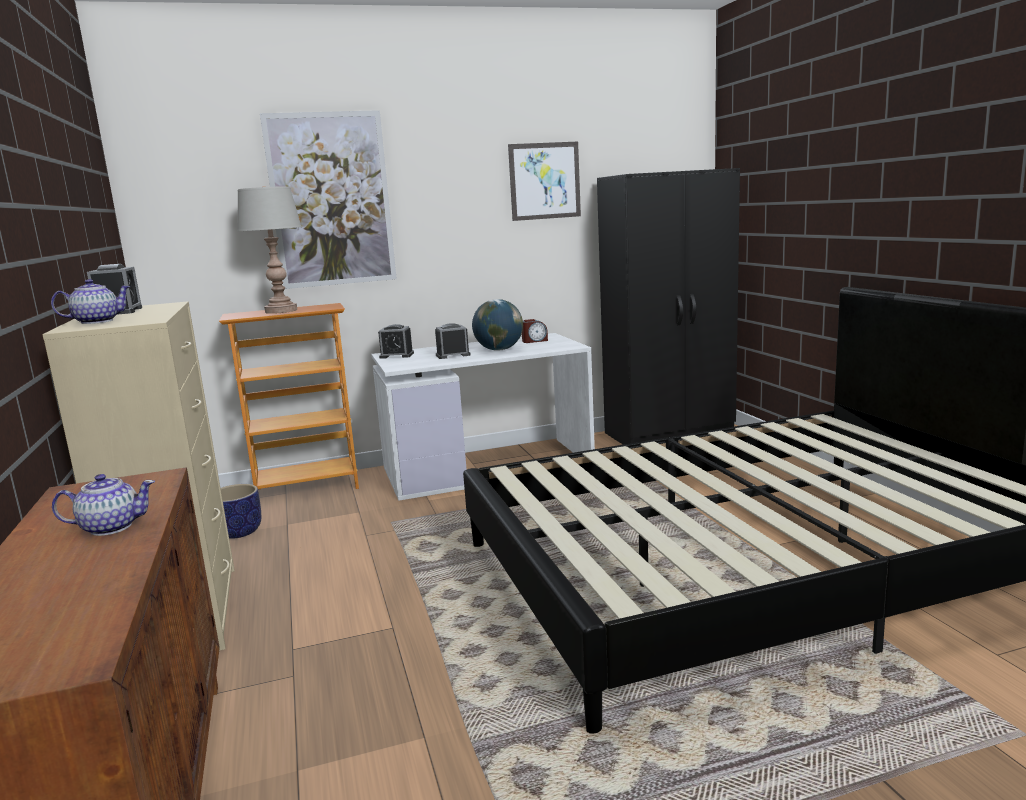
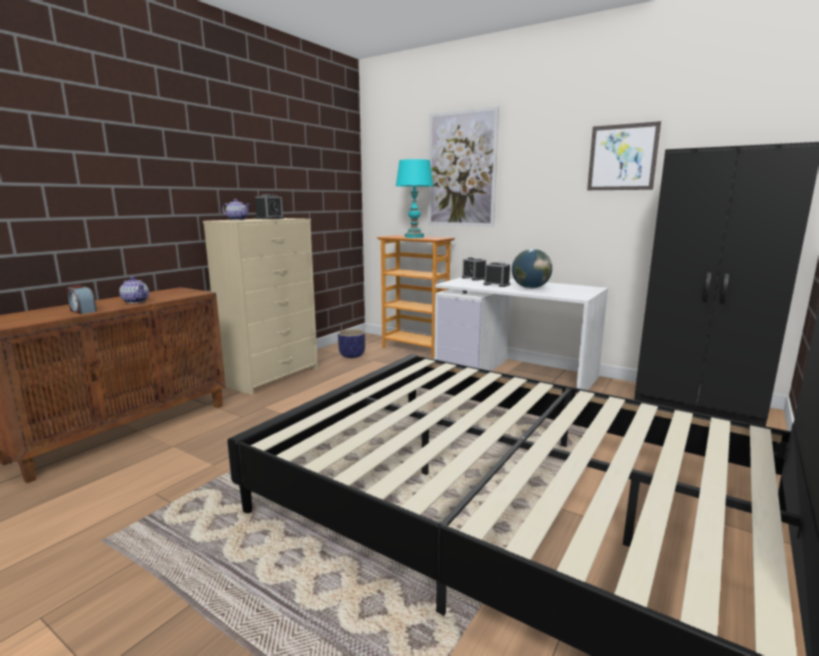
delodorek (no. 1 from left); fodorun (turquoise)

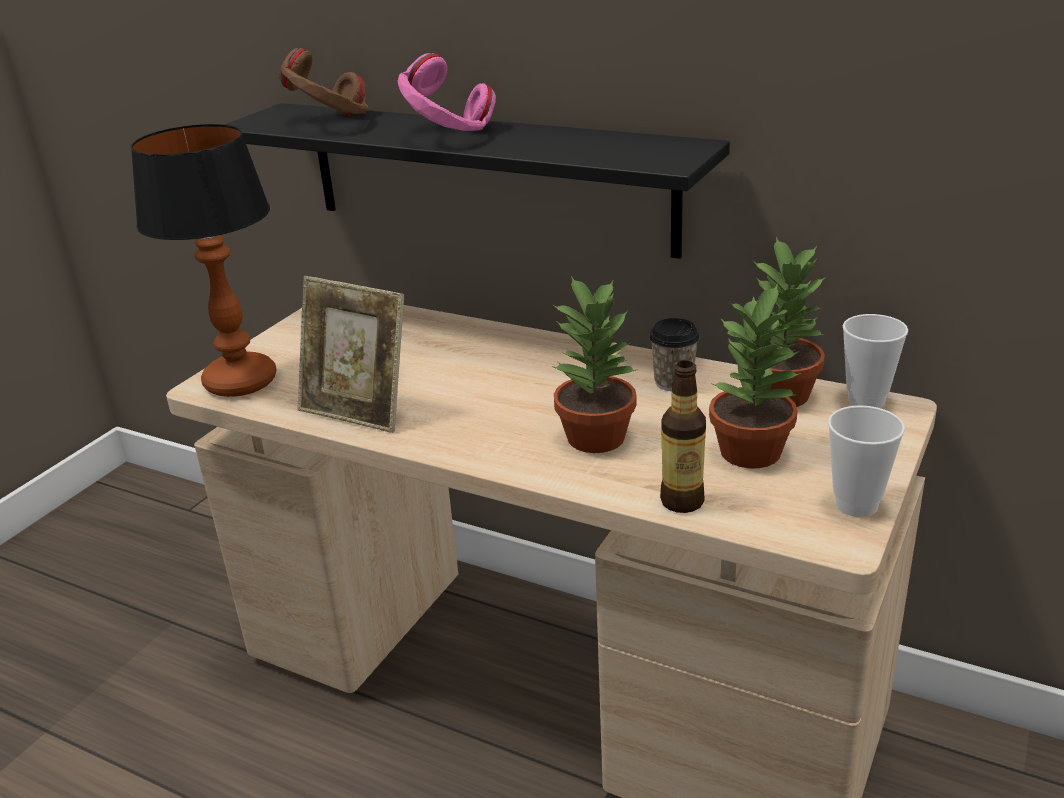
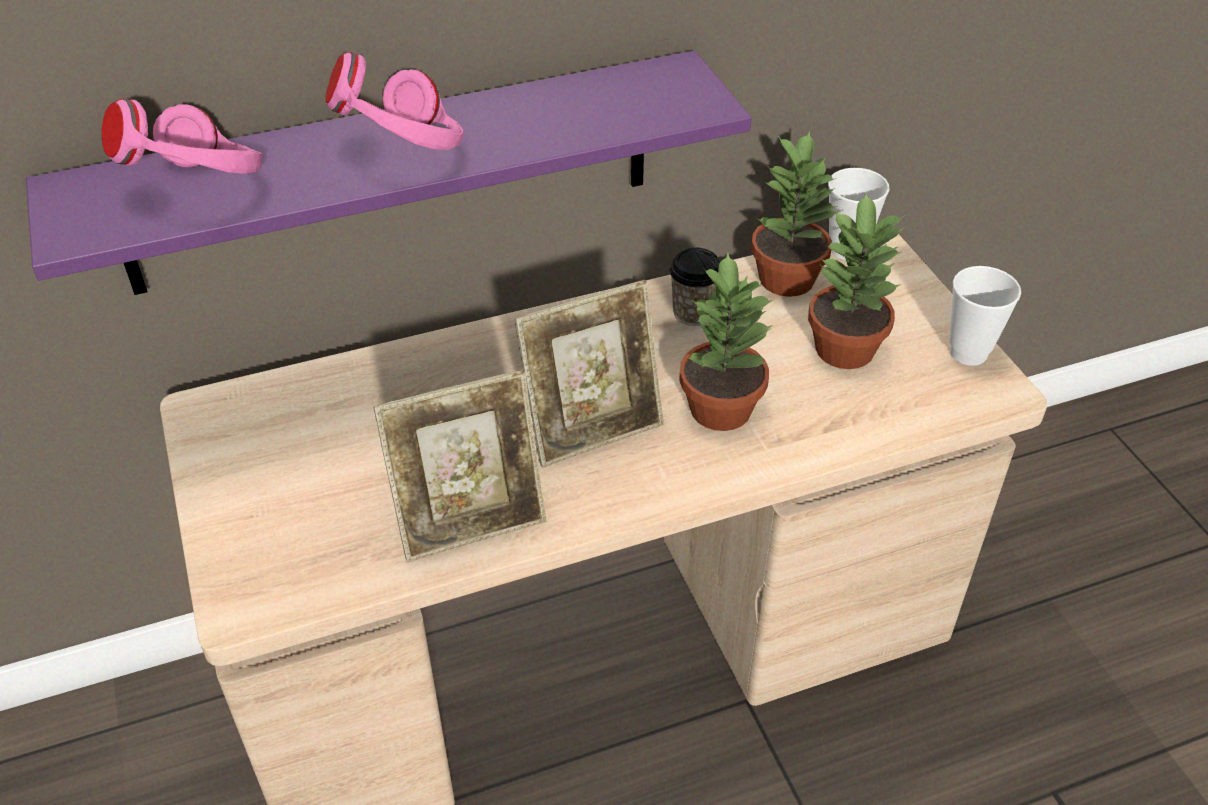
fodorun; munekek; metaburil (no. 2 from left); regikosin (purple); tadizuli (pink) (no. 1 from left)

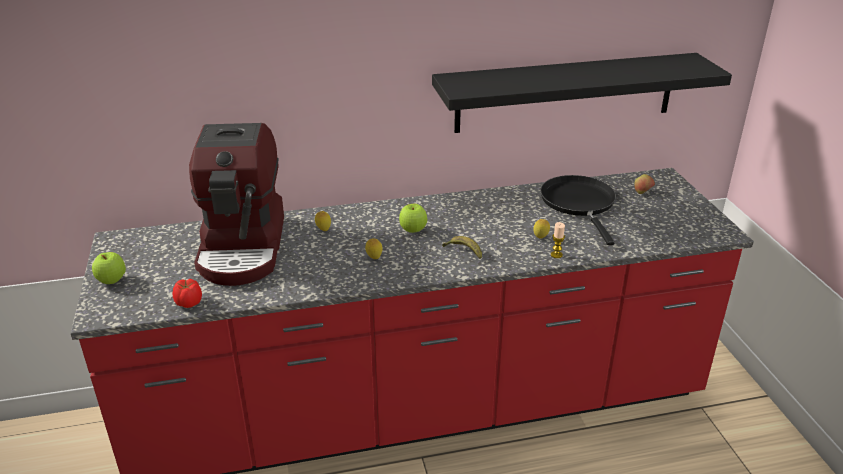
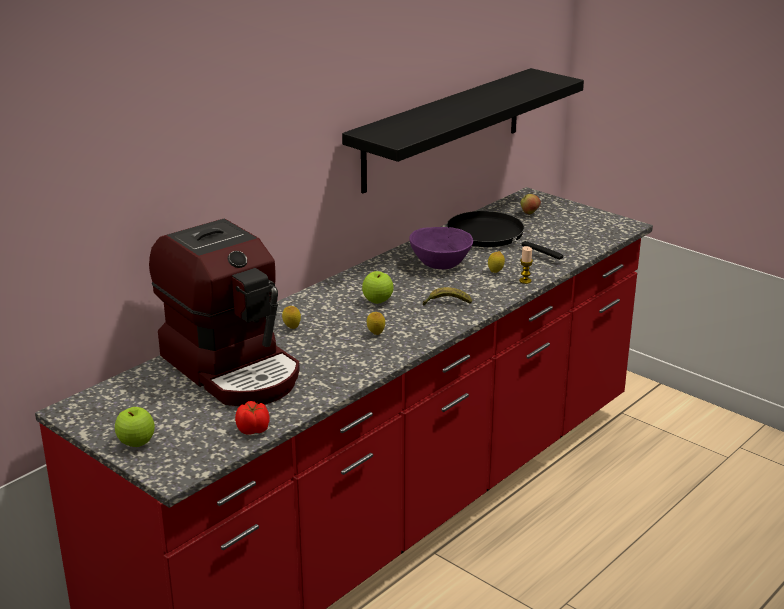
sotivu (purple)

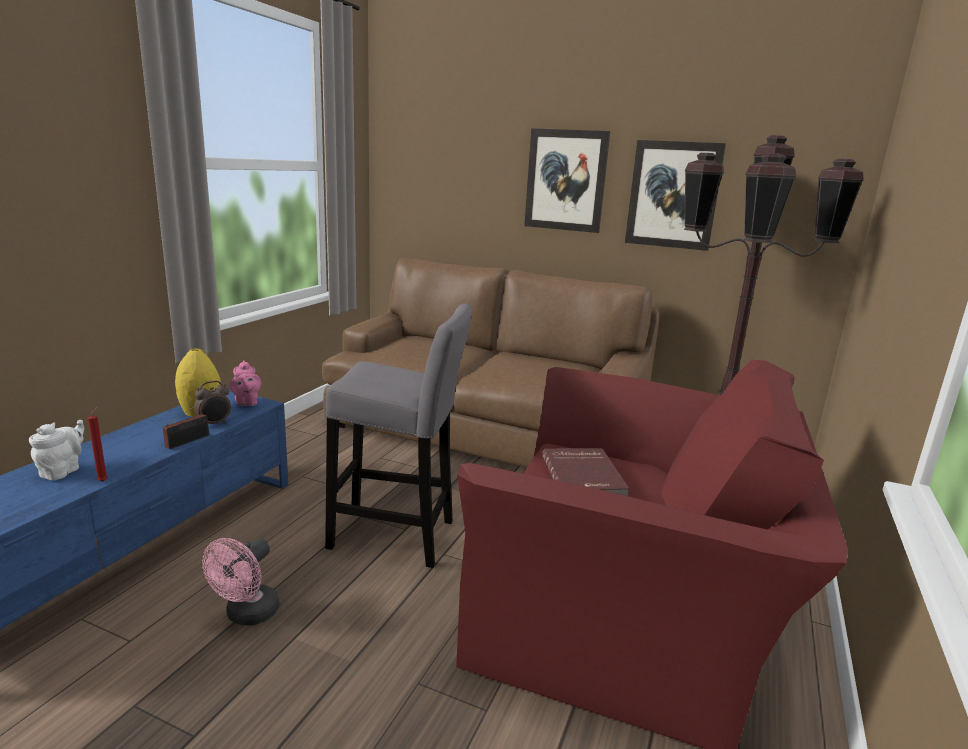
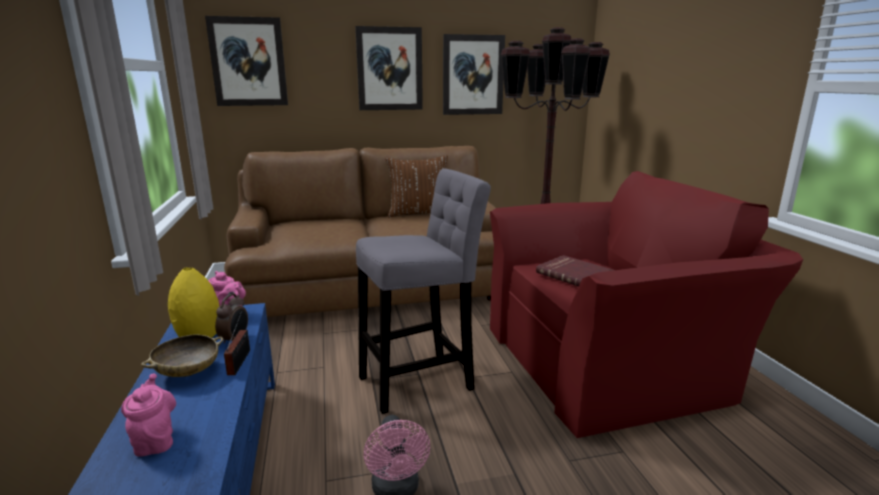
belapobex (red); sotivu (beige); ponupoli (no. 1 from left); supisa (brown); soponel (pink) (no. 1 from left)

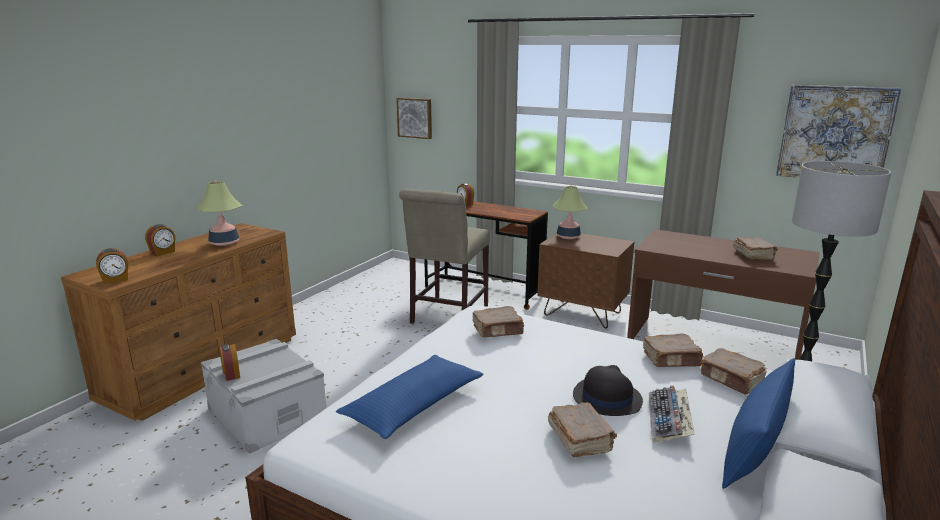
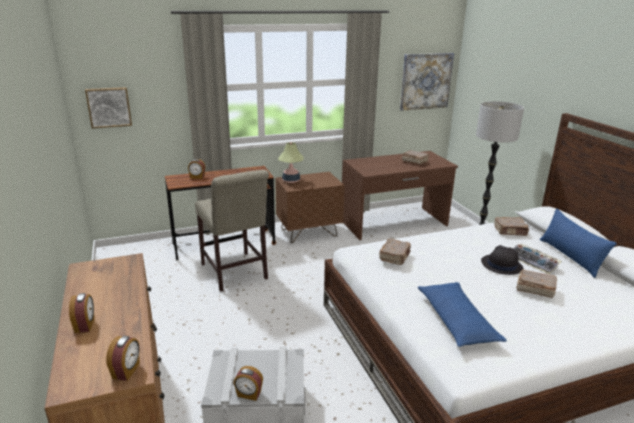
fodorun (no. 1 from left in the first image); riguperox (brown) (no. 3 from left in the first image)

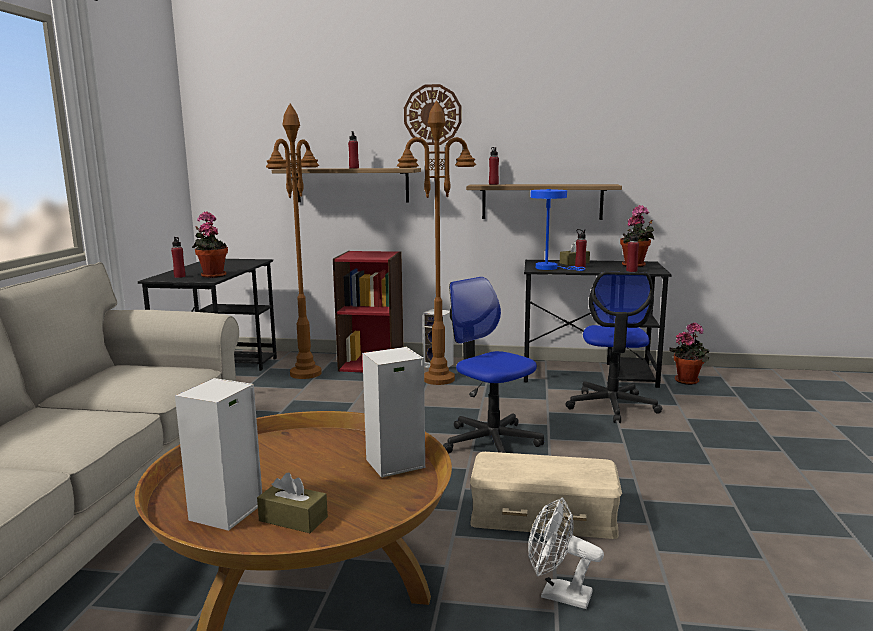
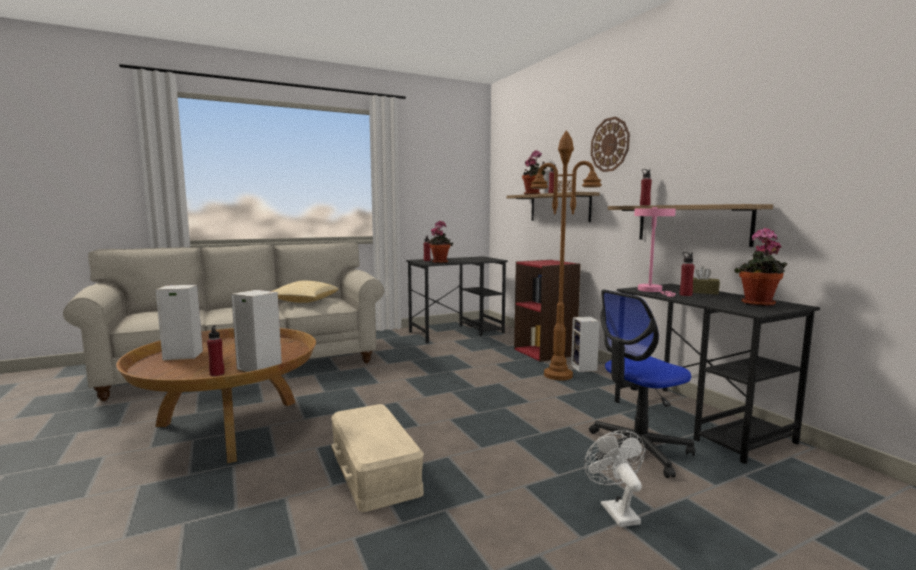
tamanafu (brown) (no. 1 from left in the first image); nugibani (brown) (no. 1 from left in the first image); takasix (no. 1 from left in the first image); supisa; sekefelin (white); munekek (red) (no. 1 from left); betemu (no. 2 from left); fodorun (pink)

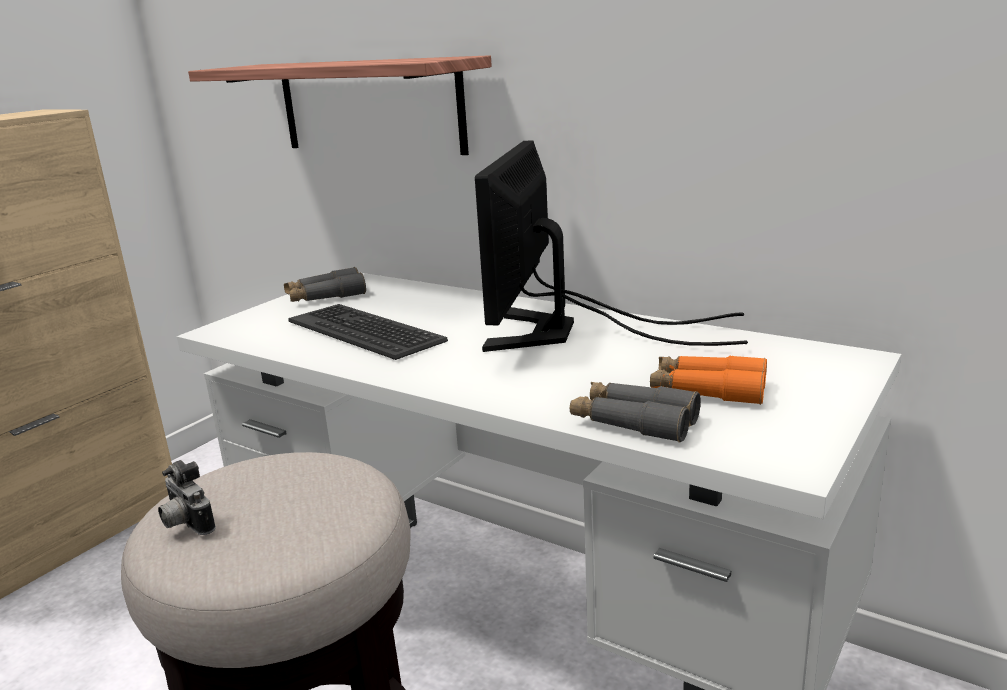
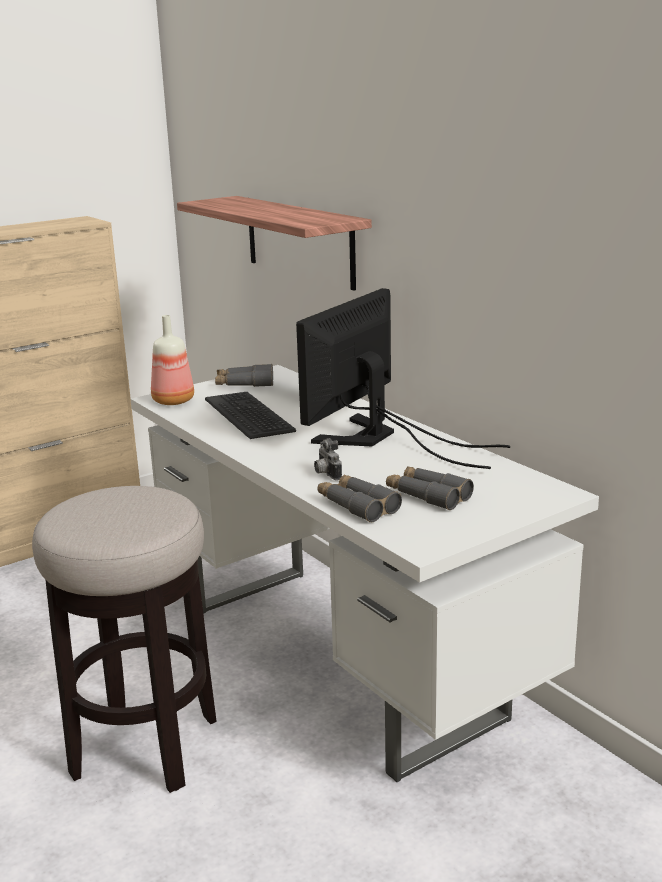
munekek; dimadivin; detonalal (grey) (no. 3 from left)

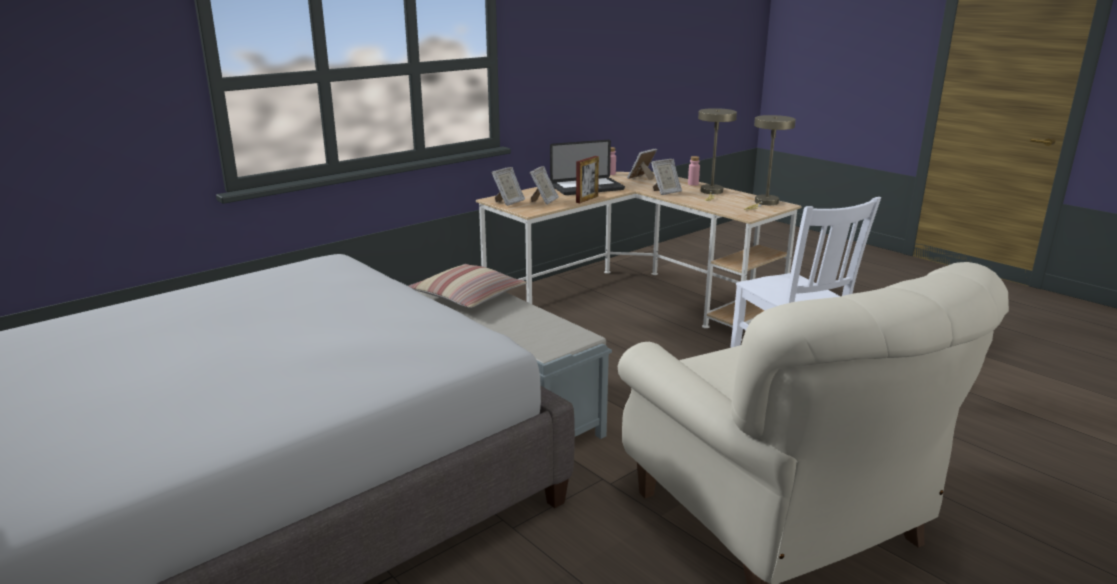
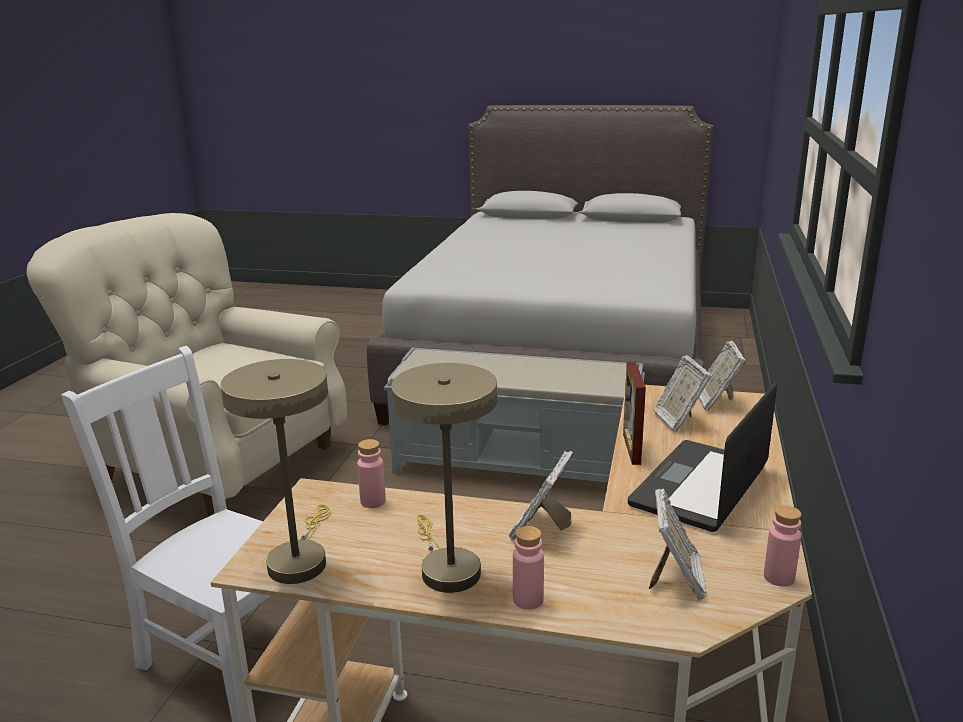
supisa; munekek (pink) (no. 1 from left)

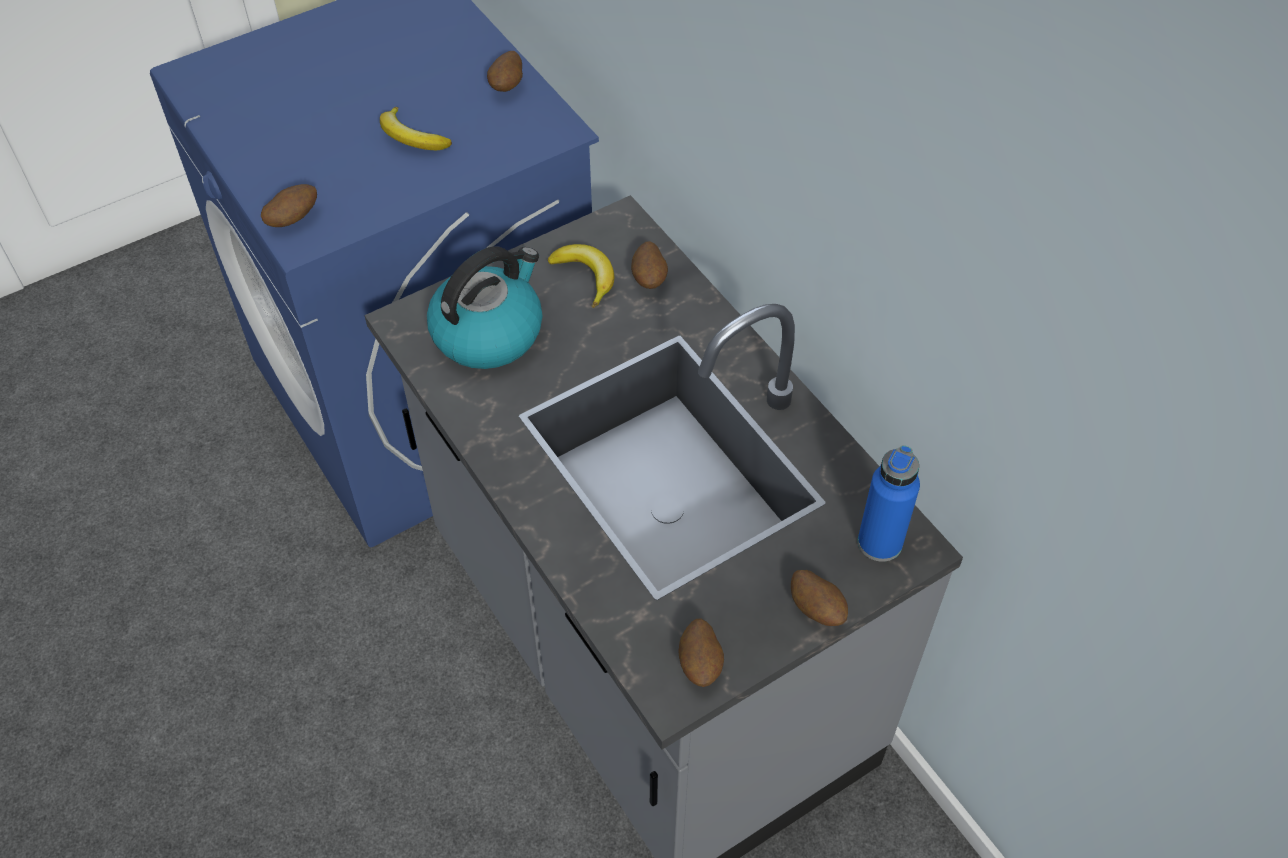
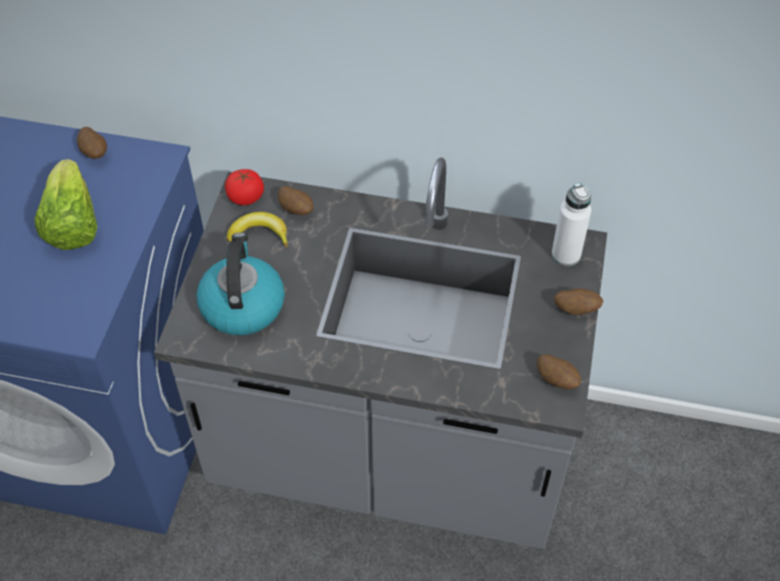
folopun (no. 1 from left in the first image); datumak; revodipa; munekek (white)

